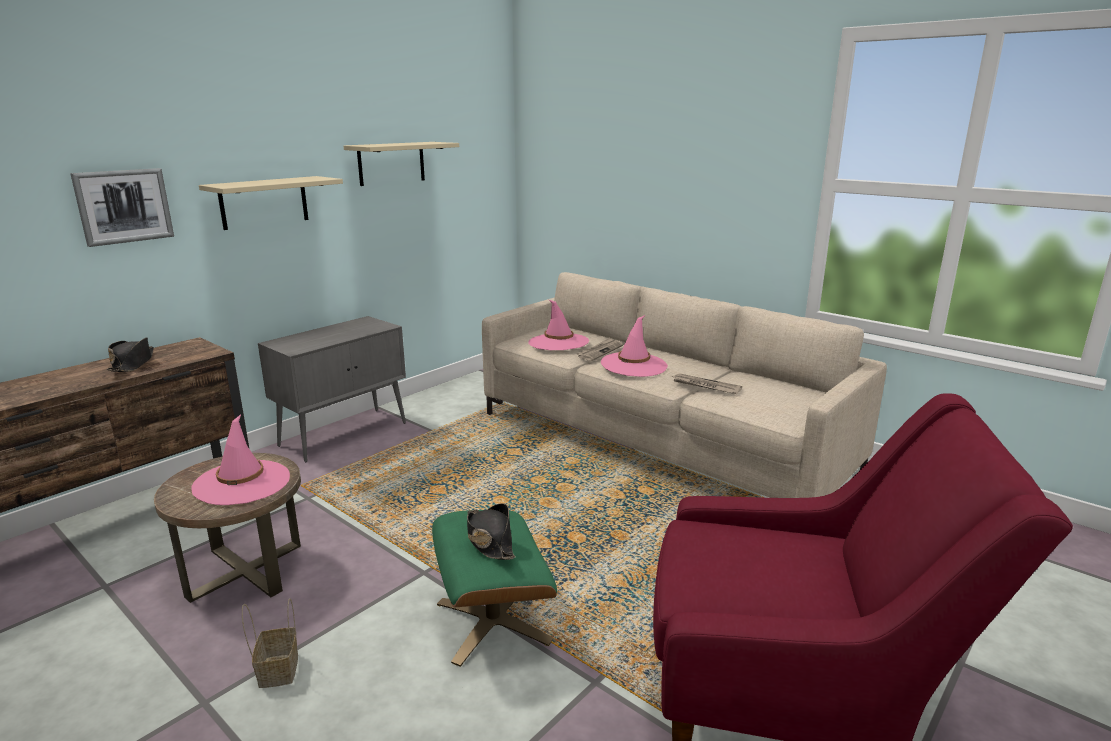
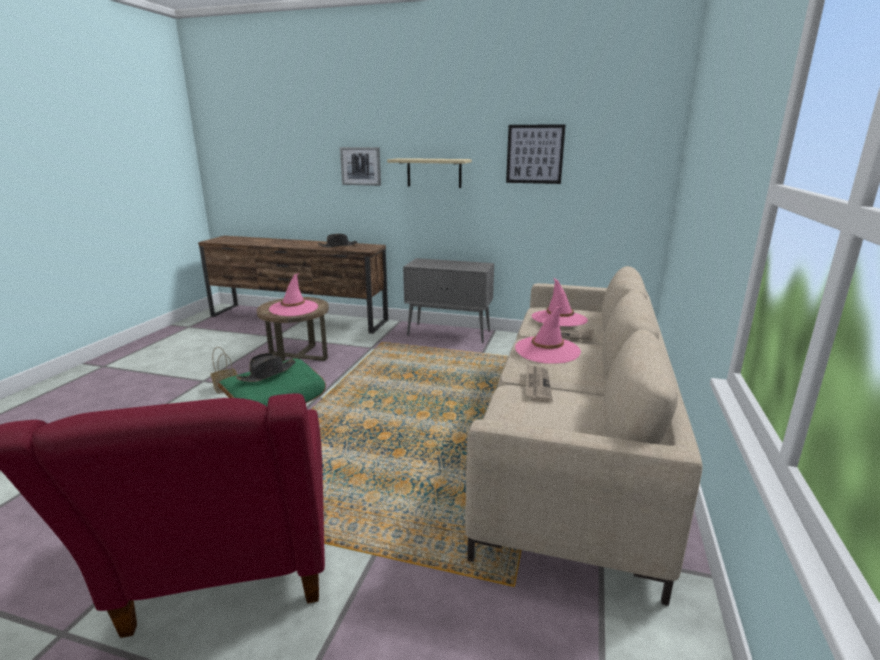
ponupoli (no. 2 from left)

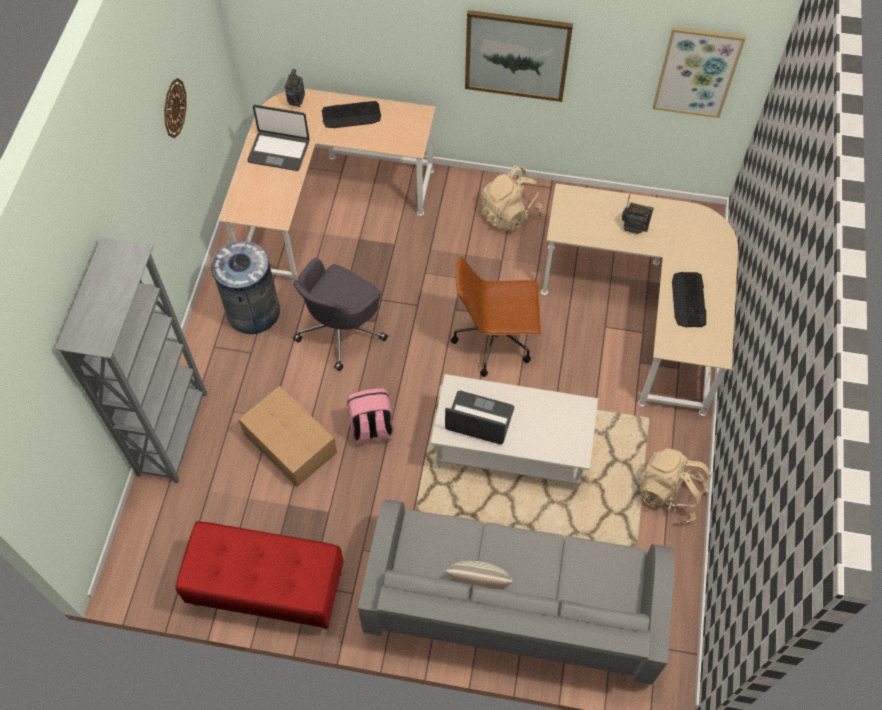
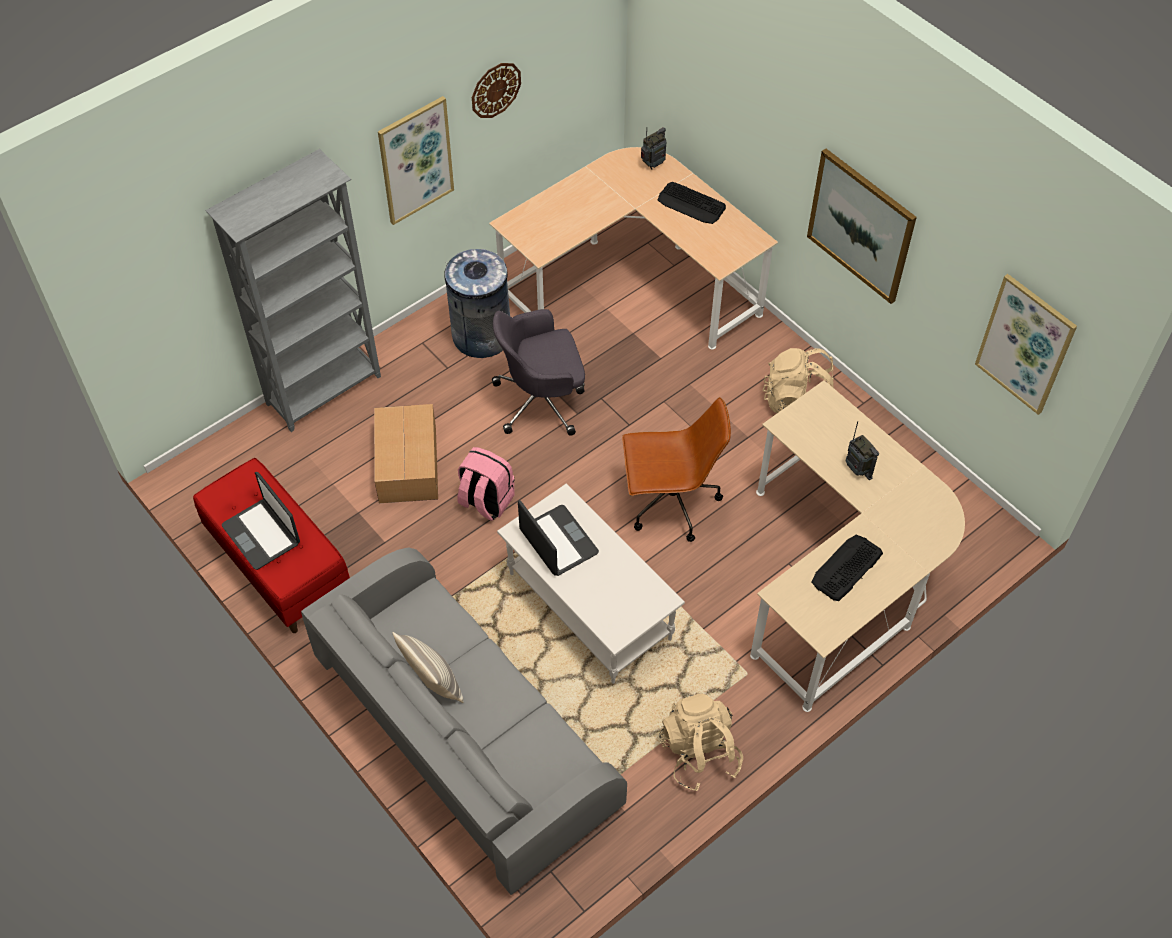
ponupoli (no. 1 from left); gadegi (no. 1 from left); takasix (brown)

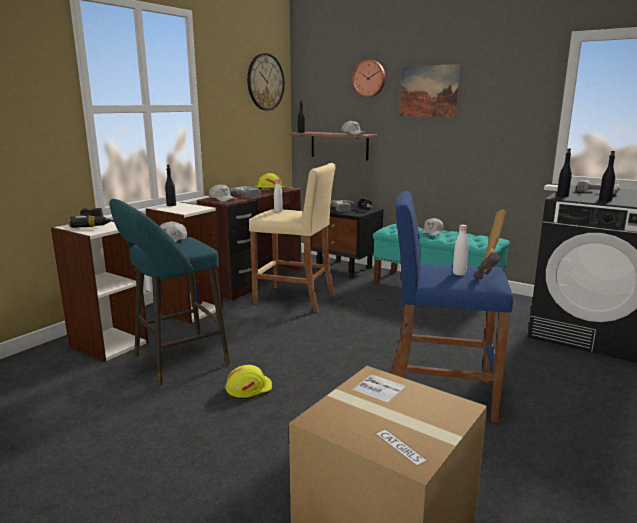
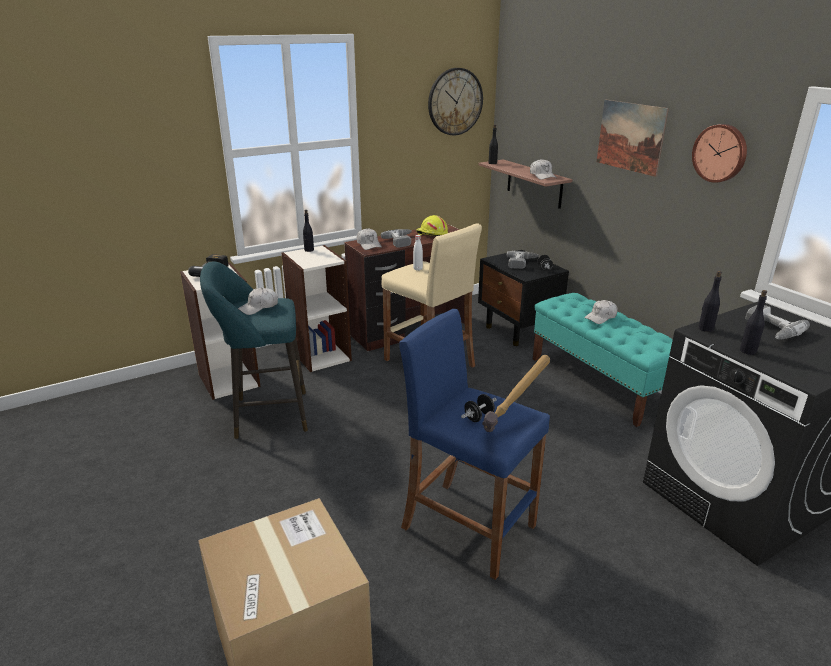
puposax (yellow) (no. 1 from left in the first image); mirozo (no. 2 from left); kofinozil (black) (no. 1 from left)

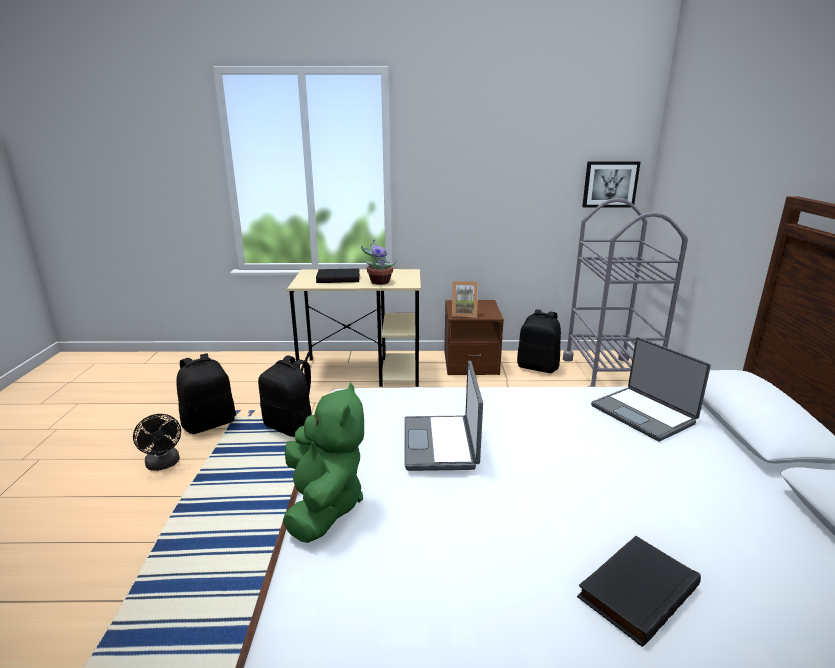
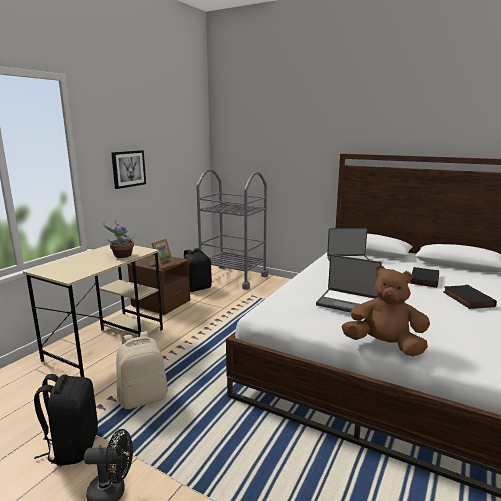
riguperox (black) (no. 1 from left); ponupoli; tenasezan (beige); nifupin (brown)

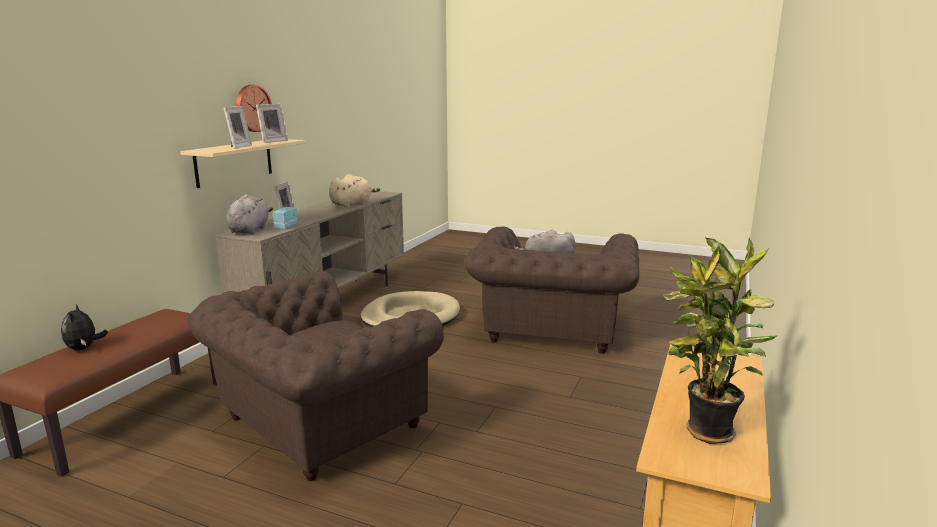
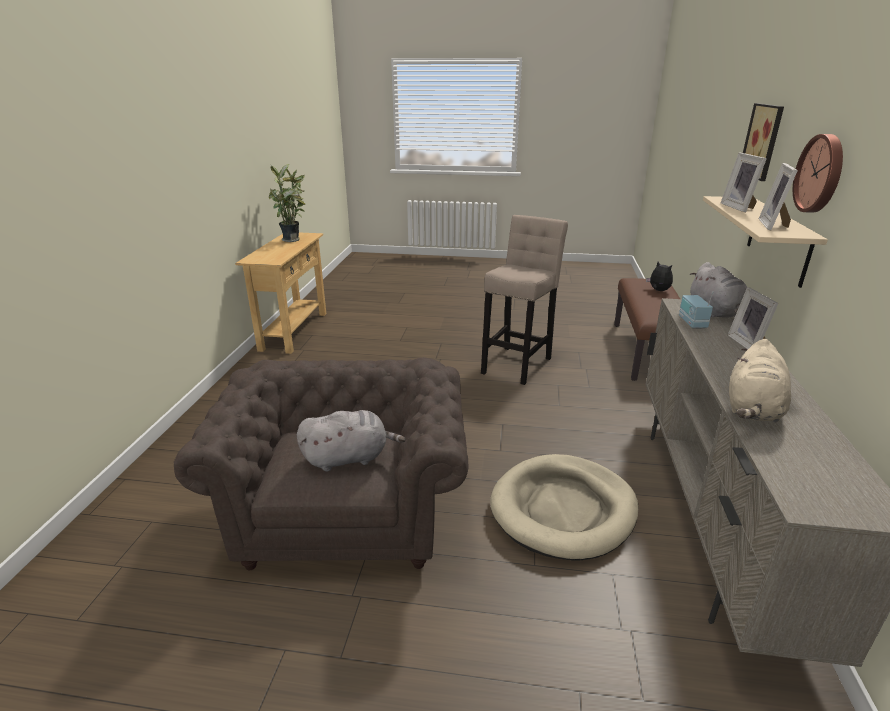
ponupoli; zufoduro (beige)

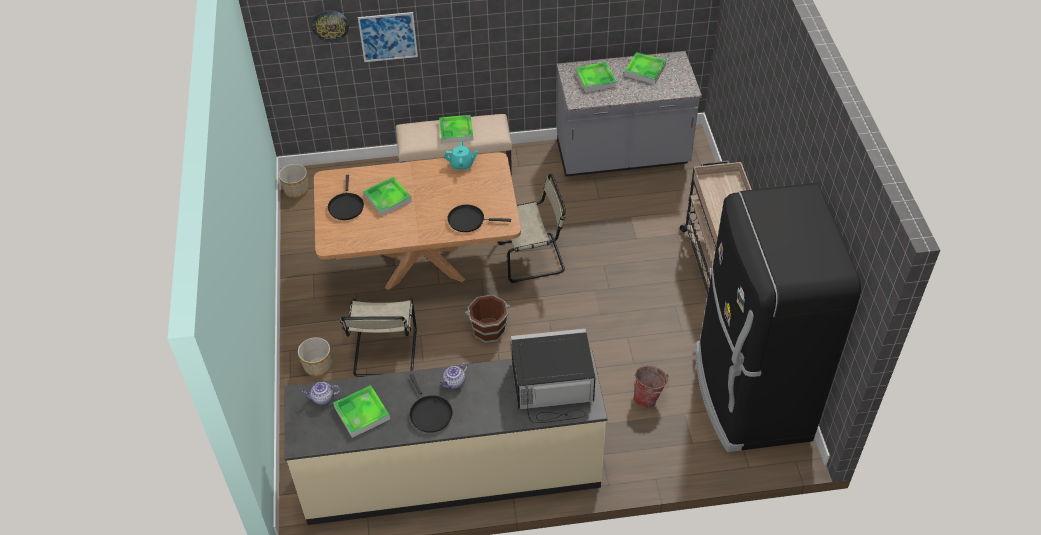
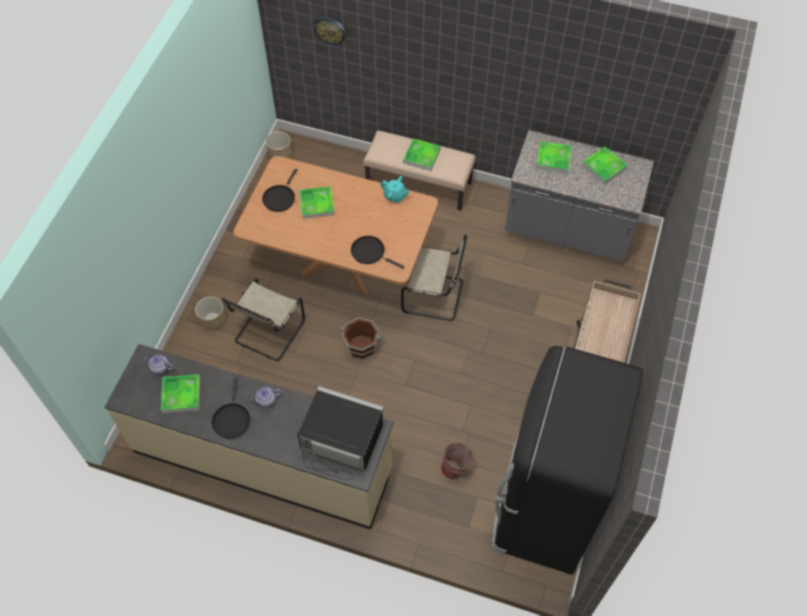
ponupoli

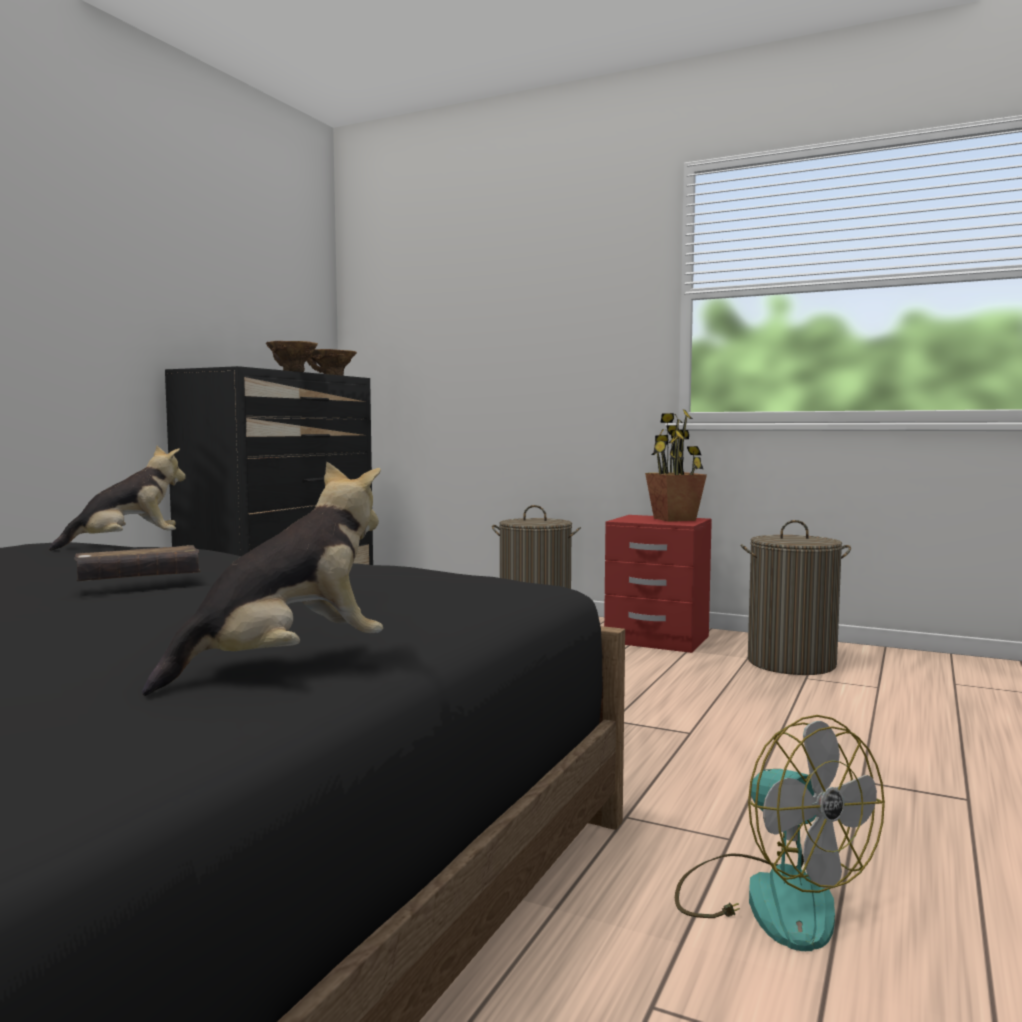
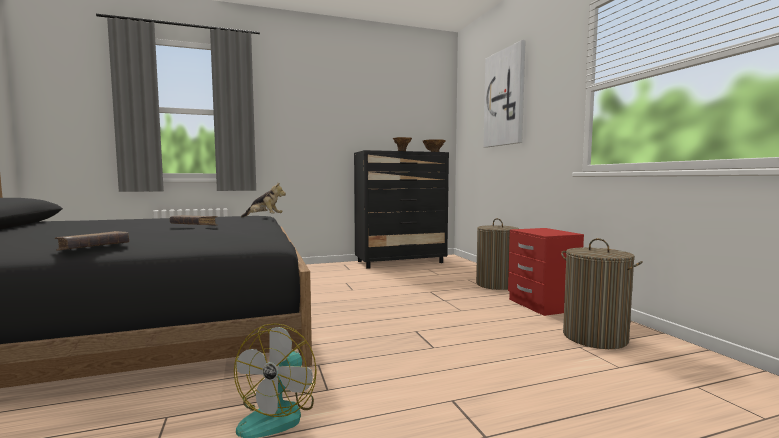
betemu; ponupoli; riguperox (brown) (no. 1 from left)

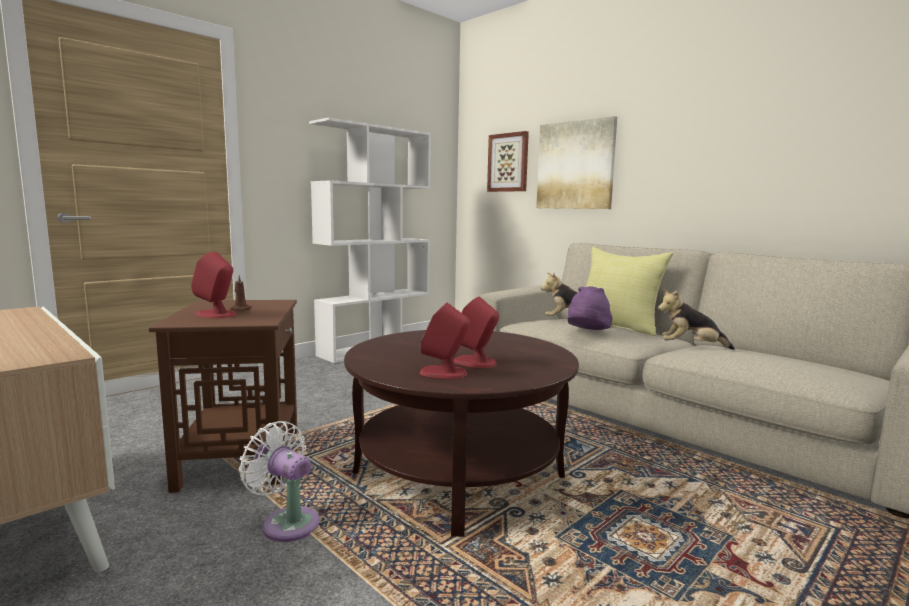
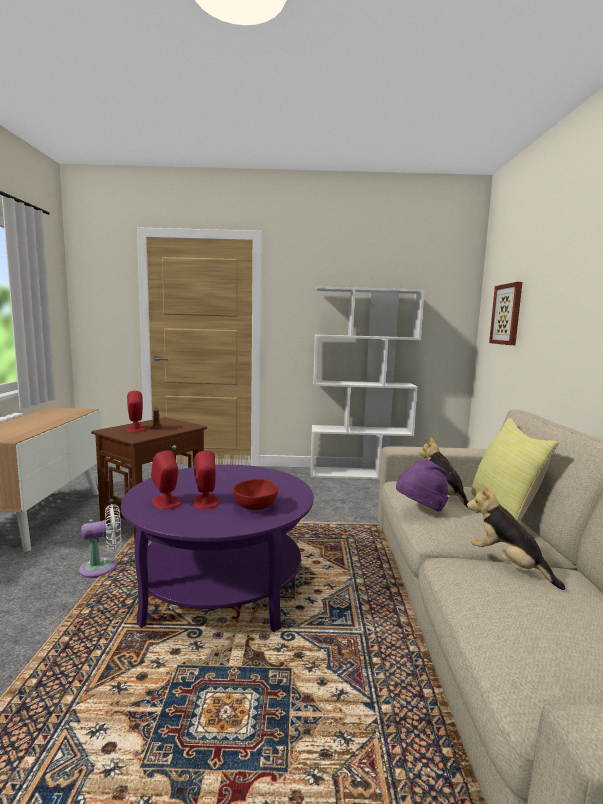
ponupoli (no. 2 from left in the first image); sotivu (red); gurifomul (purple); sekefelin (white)

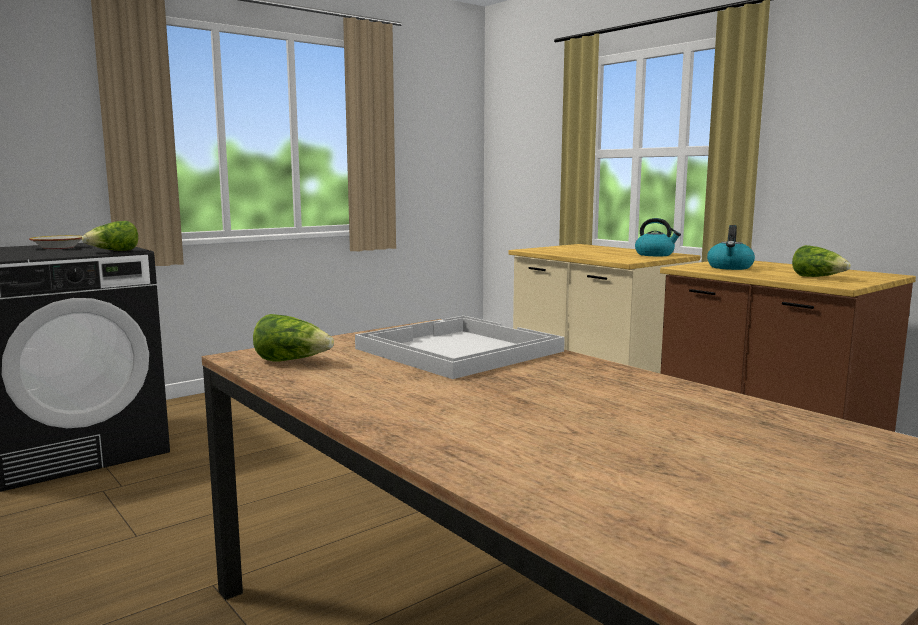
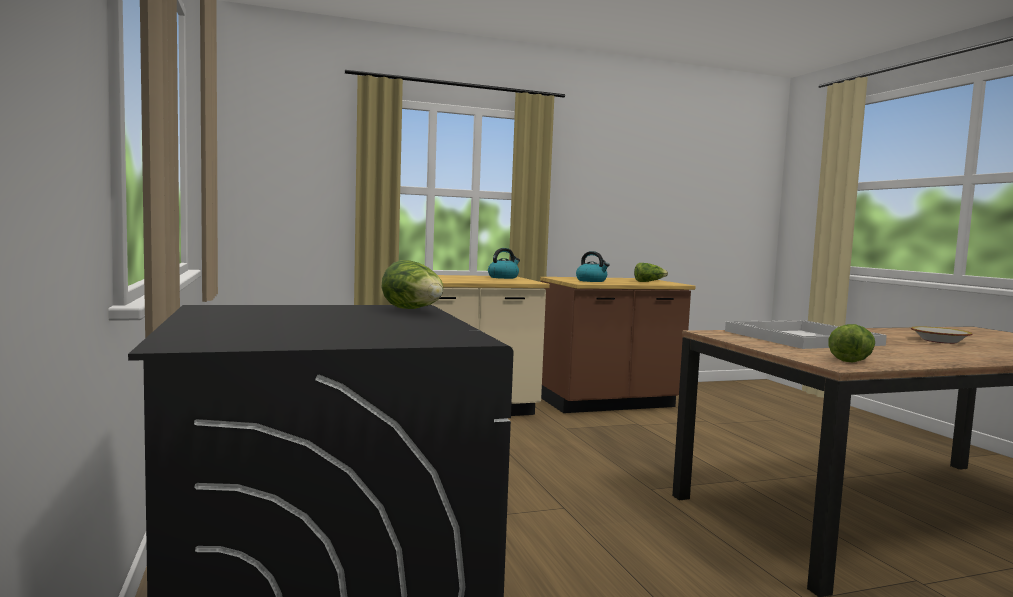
sotivu

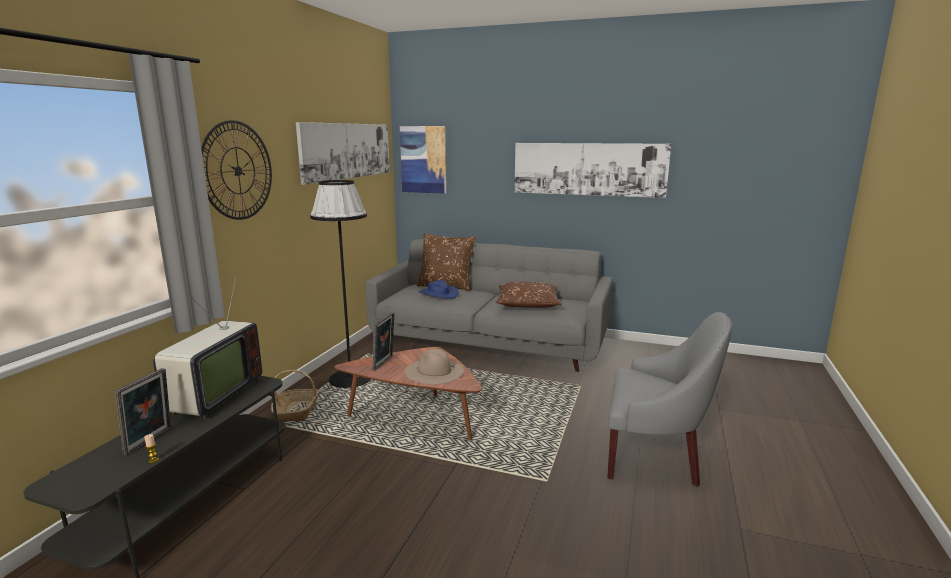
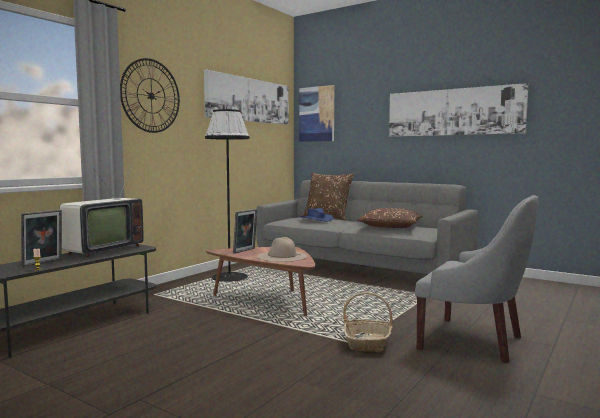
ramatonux

